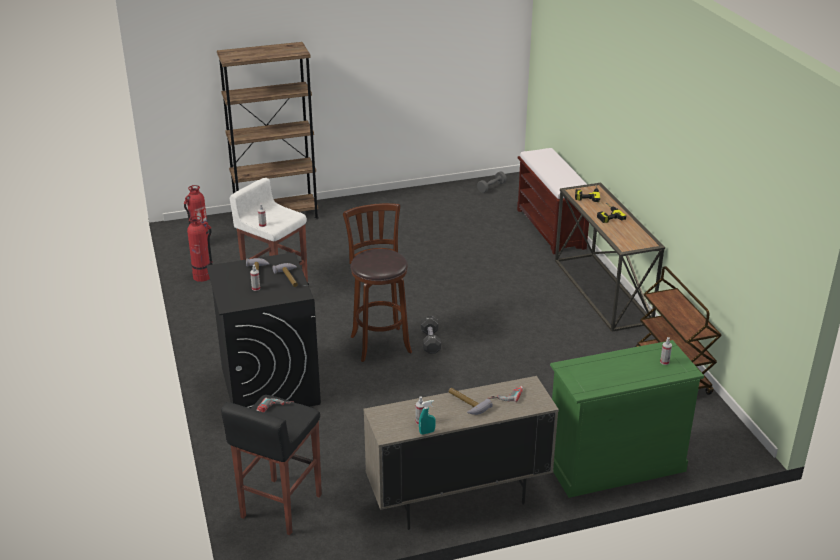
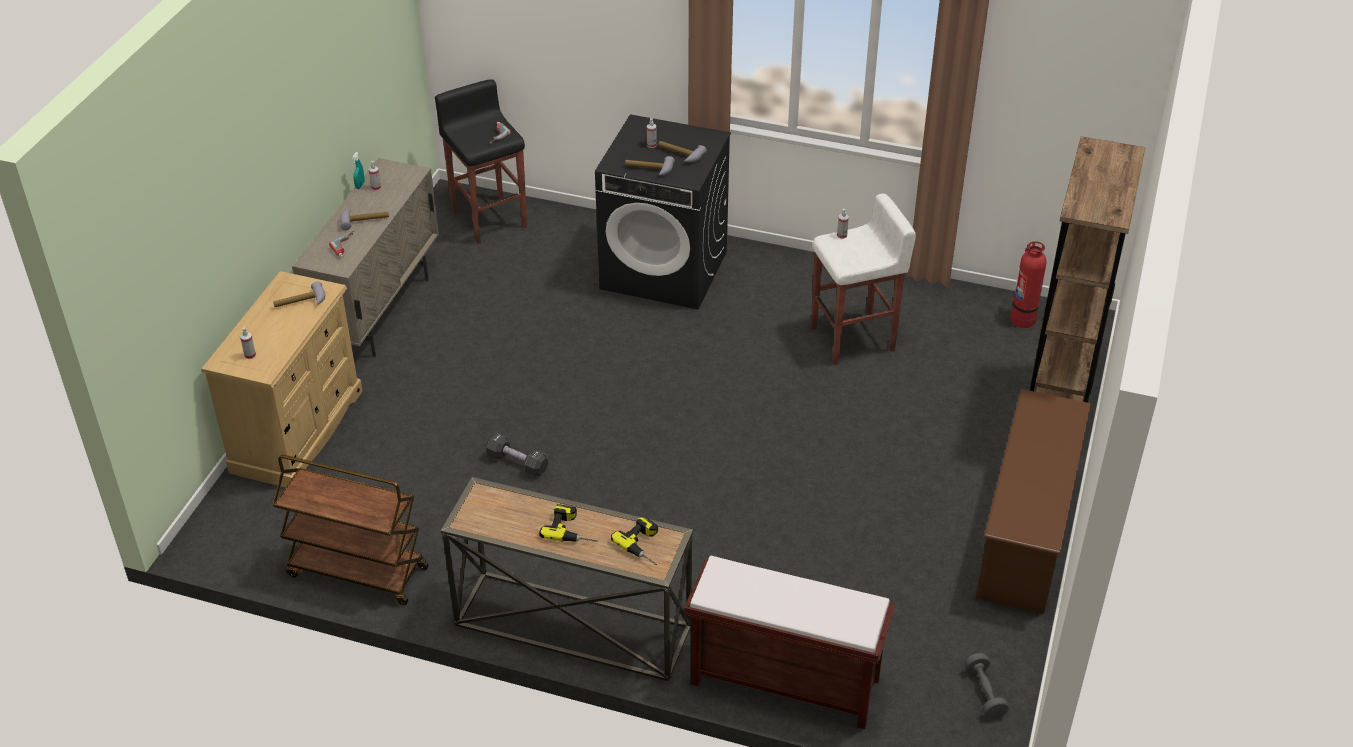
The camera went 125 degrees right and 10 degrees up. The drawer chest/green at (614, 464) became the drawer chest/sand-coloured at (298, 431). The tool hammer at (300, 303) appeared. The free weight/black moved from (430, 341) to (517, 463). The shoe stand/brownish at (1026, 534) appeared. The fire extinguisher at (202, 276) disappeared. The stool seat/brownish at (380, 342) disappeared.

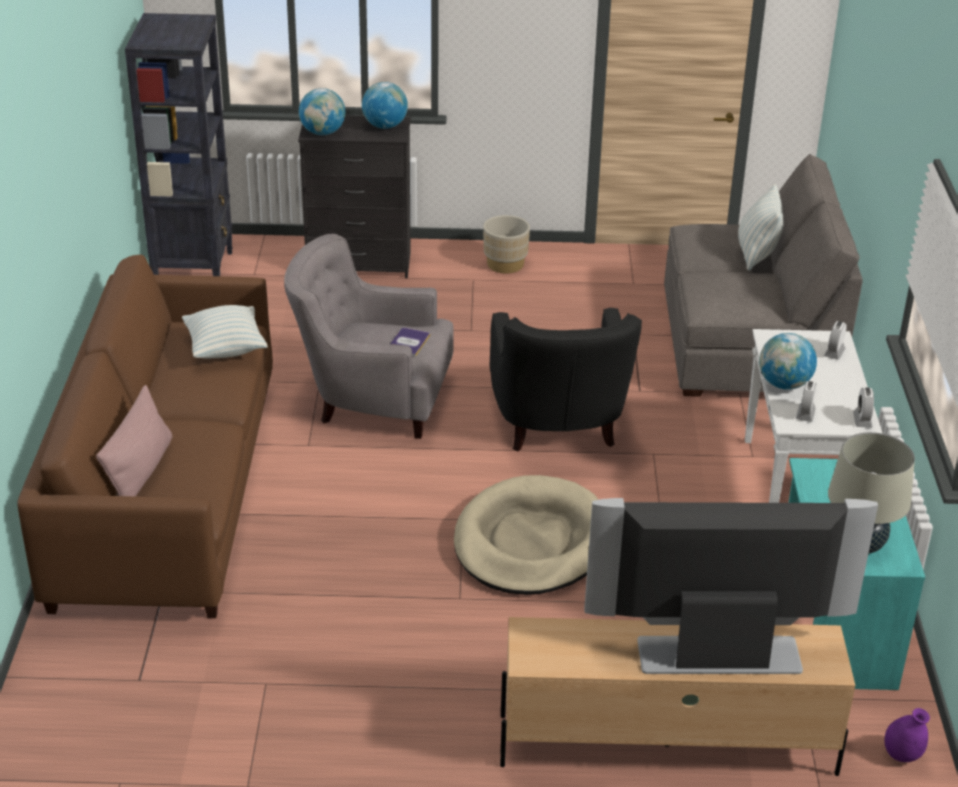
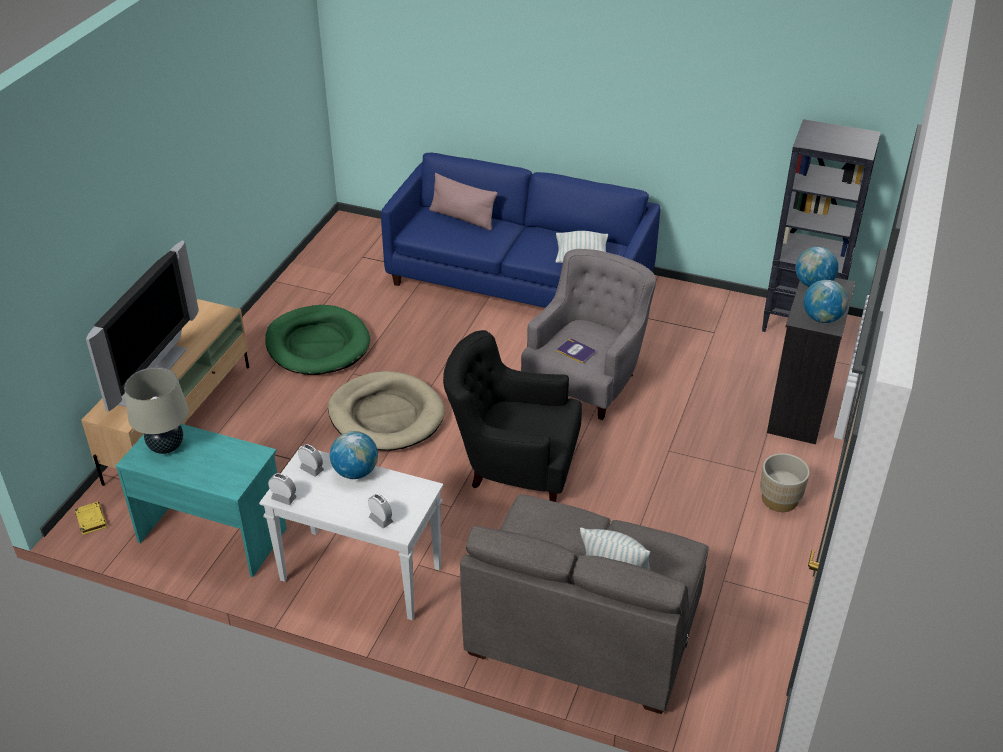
The camera went 110 degrees right and 5 degrees up. The vase/purple-coloured at (902, 755) was replaced by the book/yellowish at (91, 520). The pet bed/green at (317, 344) appeared. The couch/brownish at (168, 491) became the couch/bluish at (520, 282).

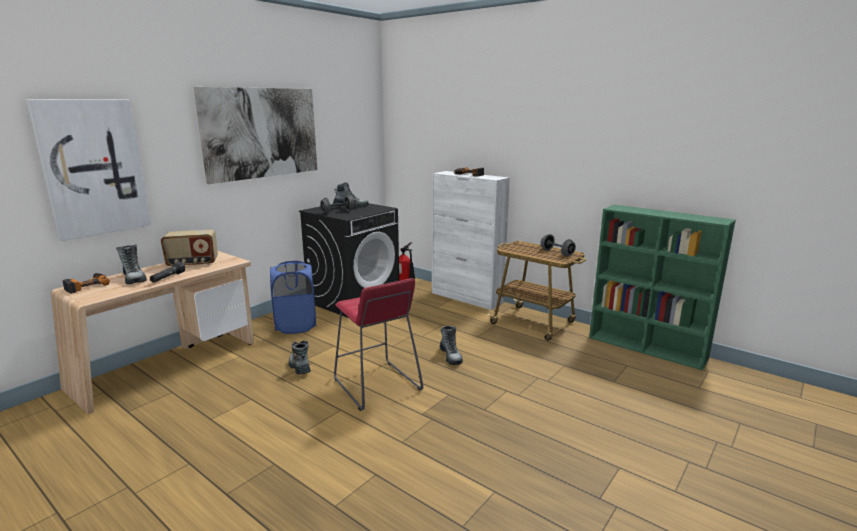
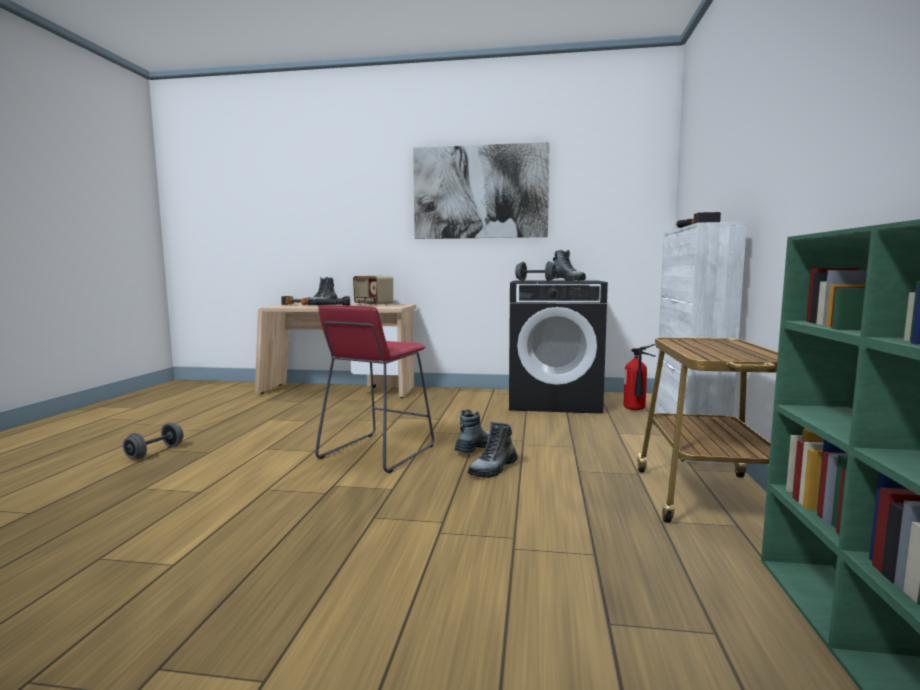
The camera went 60 degrees right and 10 degrees down. The free weight/gray moved from (557, 253) to (155, 452). The boot moved from (299, 367) to (474, 448). The wall art at (93, 168) disappeared. The hamper/bluish at (296, 325) disappeared.

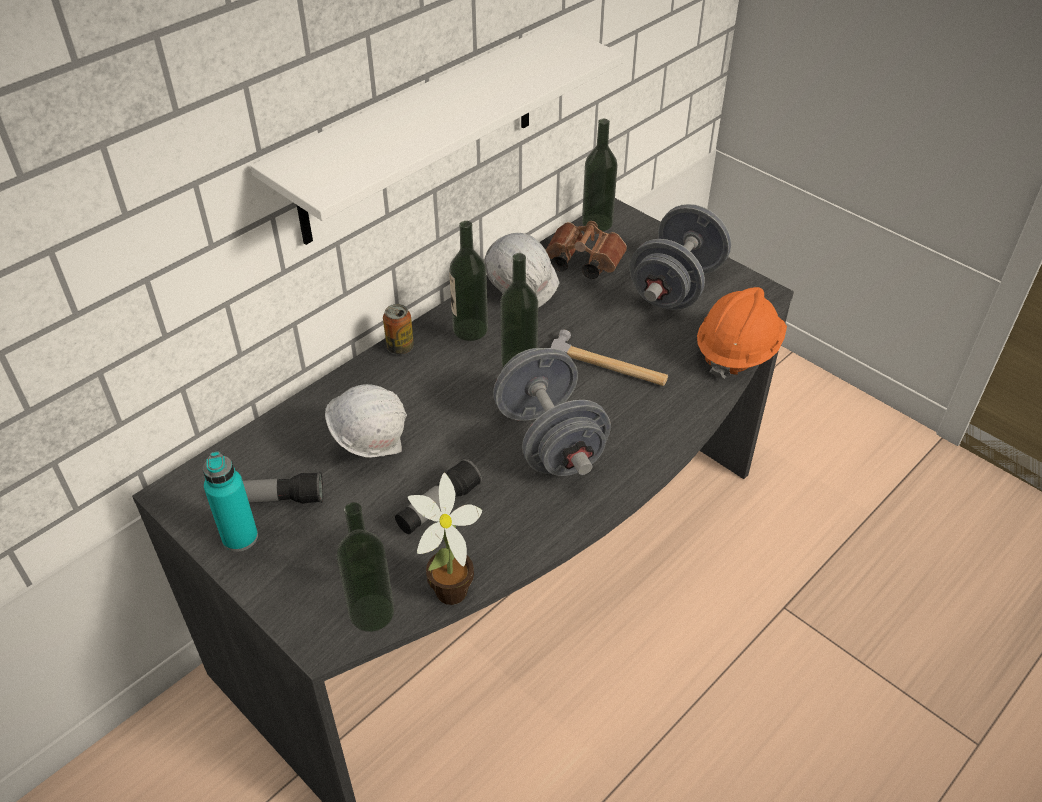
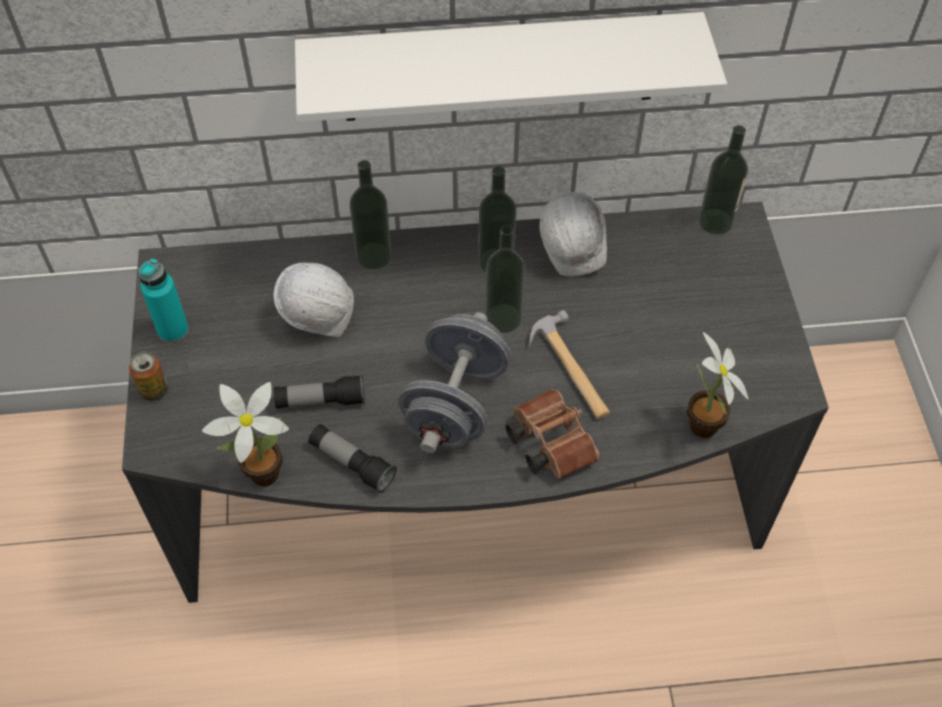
The camera went 40 degrees right and 10 degrees up. The can moved from (400, 347) to (154, 390). The torch moved from (276, 499) to (352, 463). The bottle moved from (371, 612) to (373, 255). The binoculars/brownish moved from (581, 262) to (548, 442). The safety helmet/orange-coloured at (737, 351) was replaced by the potted plant at (703, 430). The free weight/gray at (676, 287) disappeared.

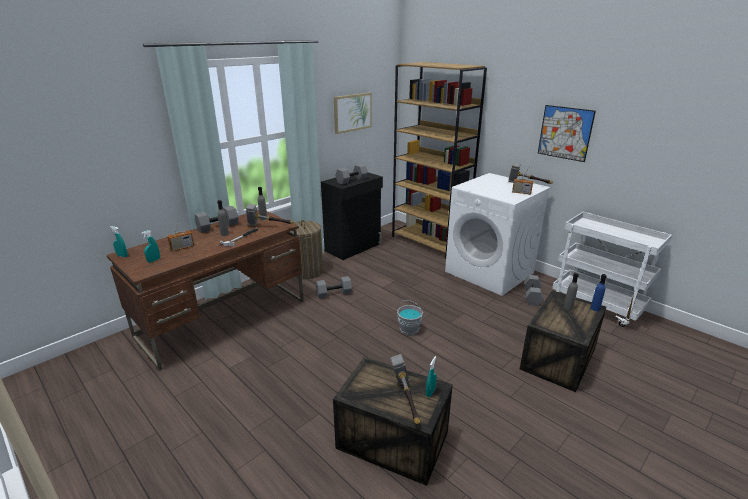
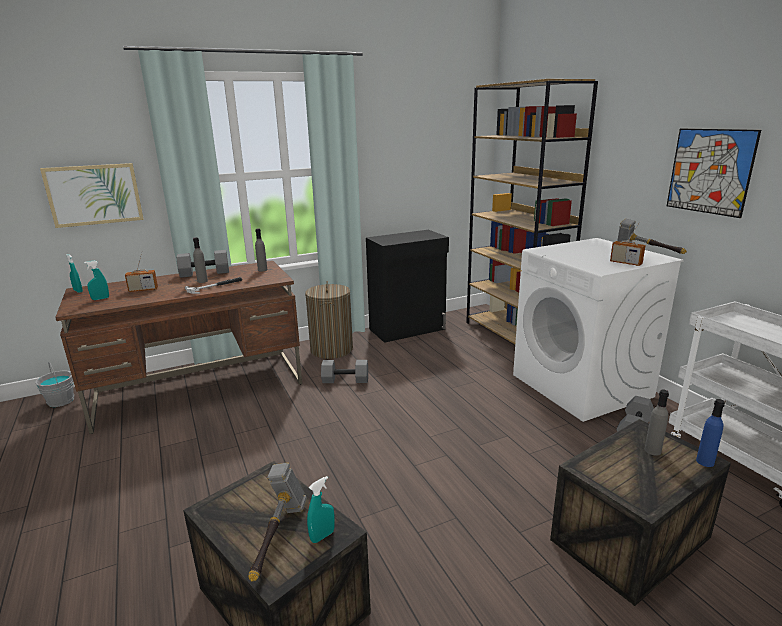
The camera went 20 degrees right and 5 degrees down. The water bucket/gray moved from (409, 329) to (61, 401). The wall art moved from (352, 112) to (94, 194). The tool hammer at (269, 227) disappeared. The free weight/gray at (351, 180) disappeared.

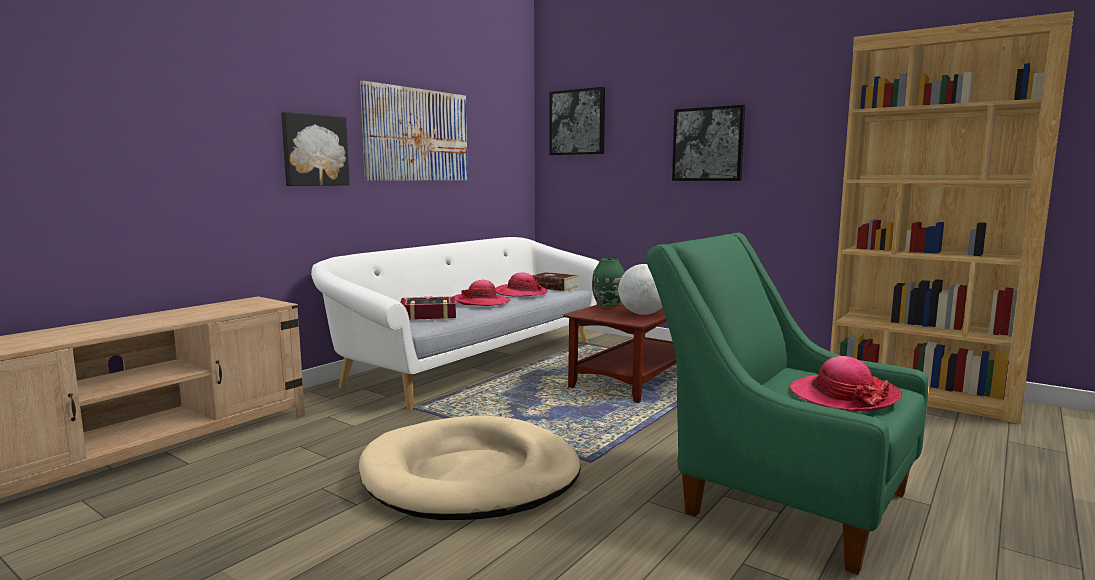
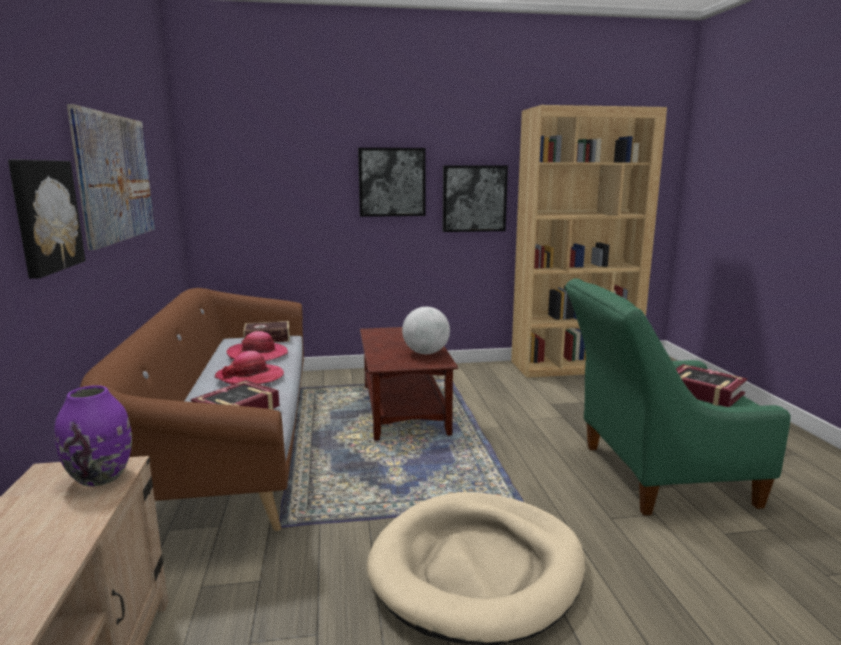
The camera went 45 degrees left and 5 degrees up. The vase/purple-coloured at (101, 477) appeared. The couch/whitish at (474, 361) became the couch/brownish at (231, 445). The wall art moved from (577, 122) to (474, 198). The clothing hat at (843, 396) was replaced by the book at (703, 392). The vase/green at (609, 306) disappeared.

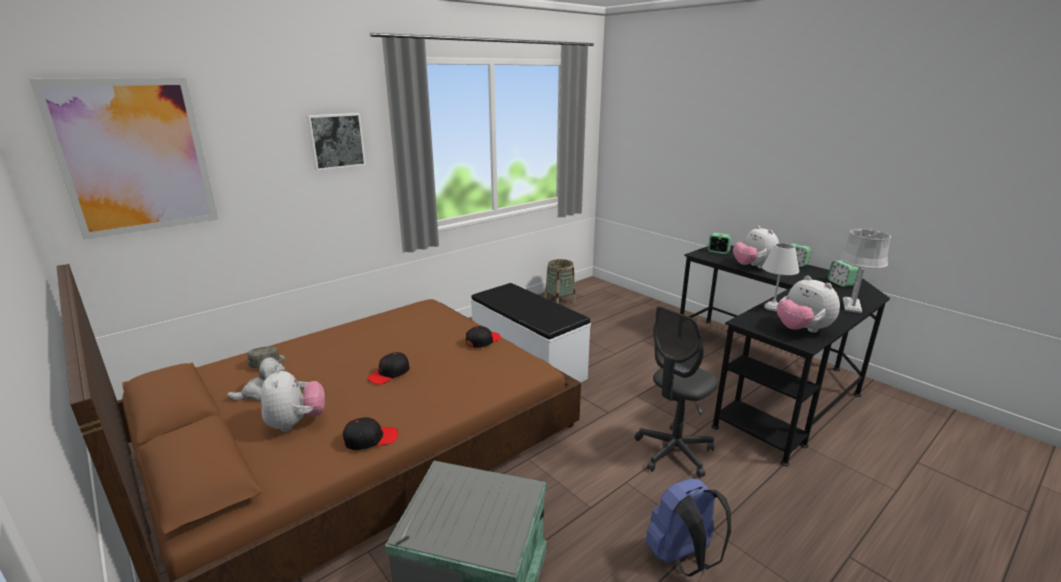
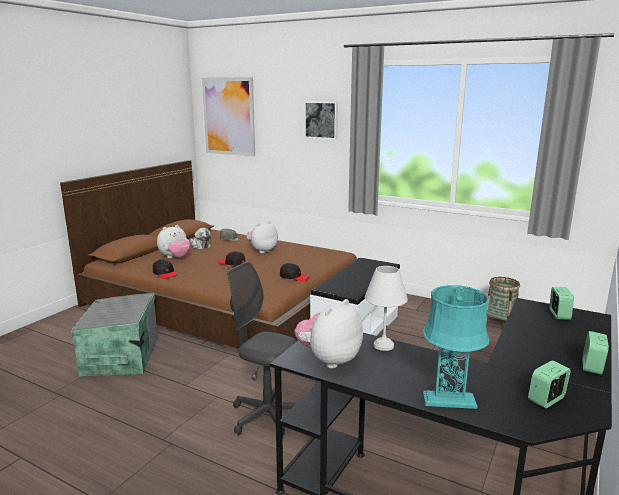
The camera went 70 degrees right and 5 degrees down. The plush toy moved from (753, 267) to (262, 251). The table lamp/gray at (851, 305) became the table lamp/blue-green at (449, 400). The backpack/bluish at (683, 558) disappeared.

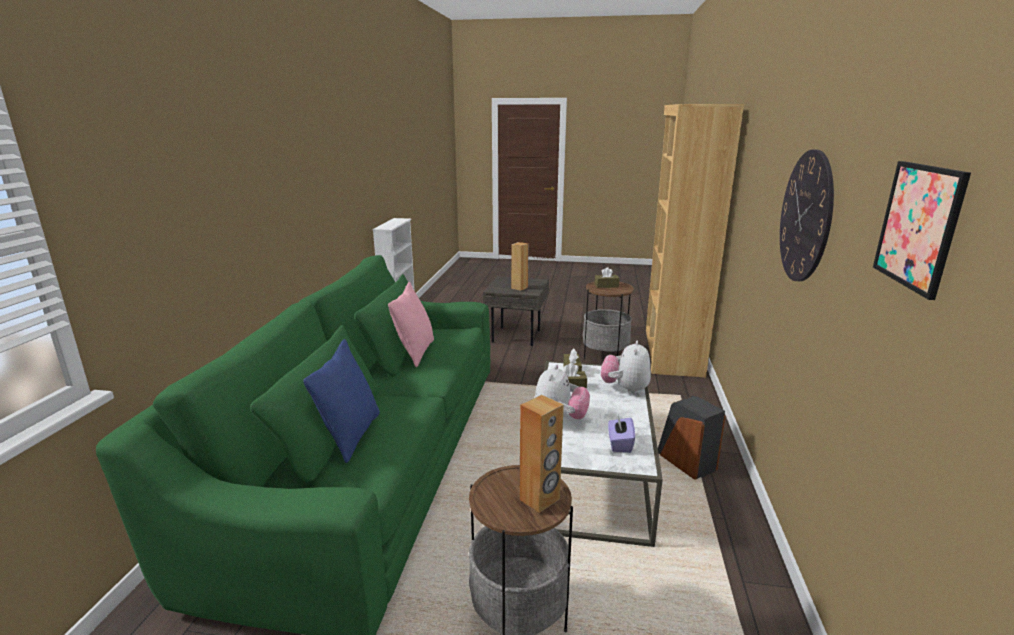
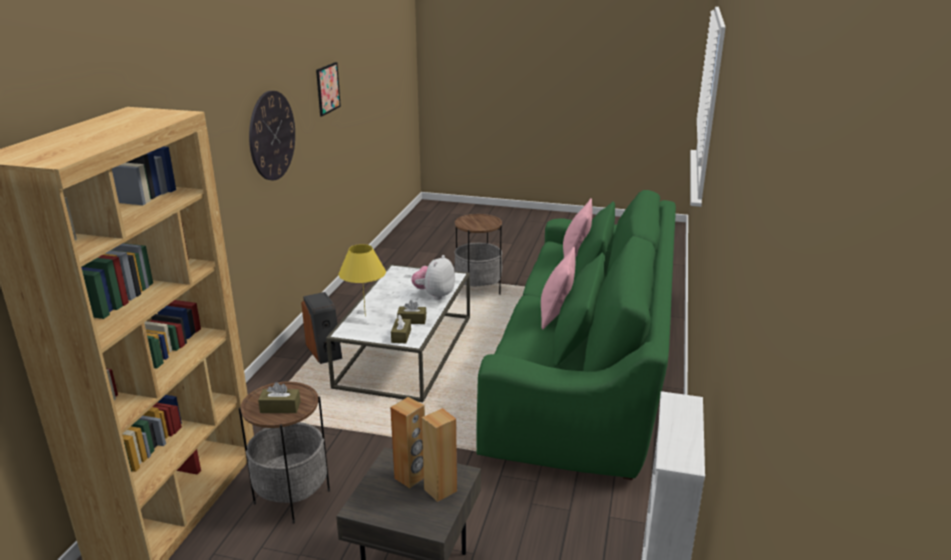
The camera went 175 degrees left and 5 degrees up. The plush toy at (625, 389) was replaced by the table lamp/yellowish at (365, 316). The loudspeaker/brownish moved from (540, 499) to (440, 490). The pillow/bluish at (351, 435) became the pillow/pink-coloured at (575, 256). The tissue holder/purple-coloured at (620, 444) disappeared.

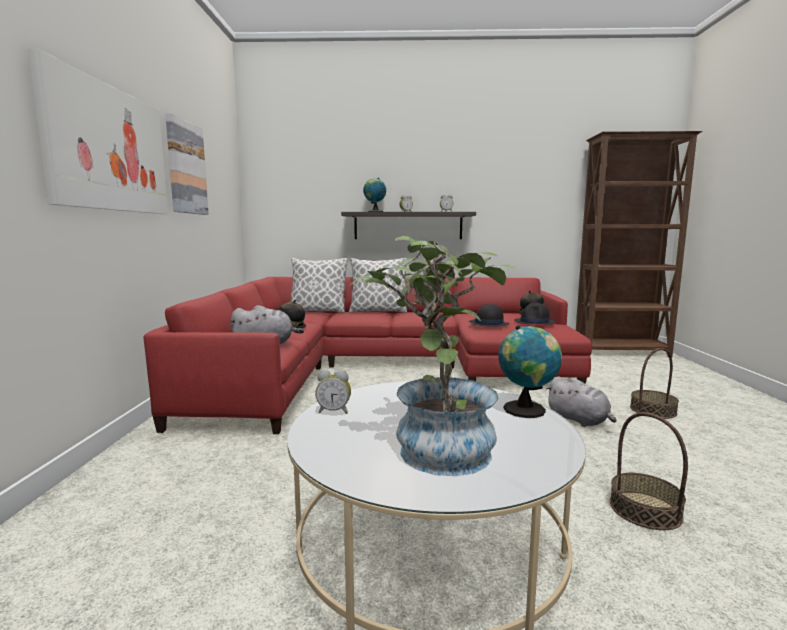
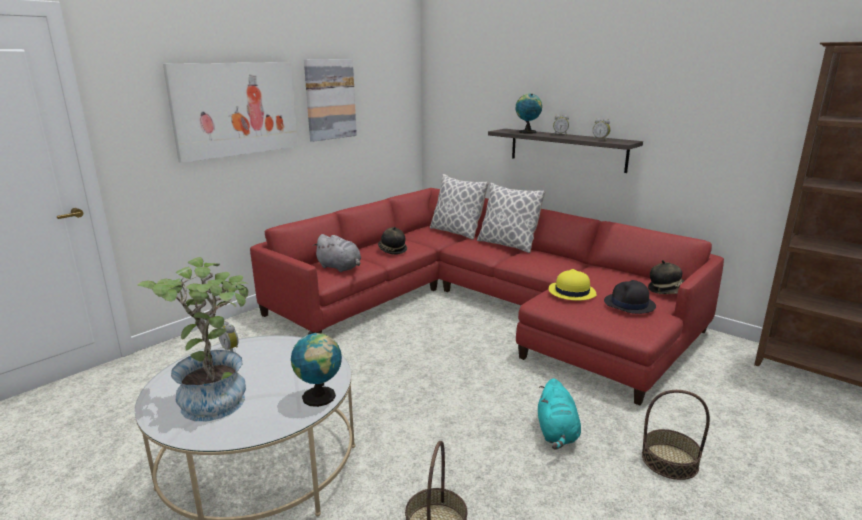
The camera went 40 degrees right and 10 degrees up. The plush toy/gray at (579, 420) became the plush toy/blue-green at (557, 433). The clothing hat/black at (488, 323) became the clothing hat/yellowish at (571, 292).

